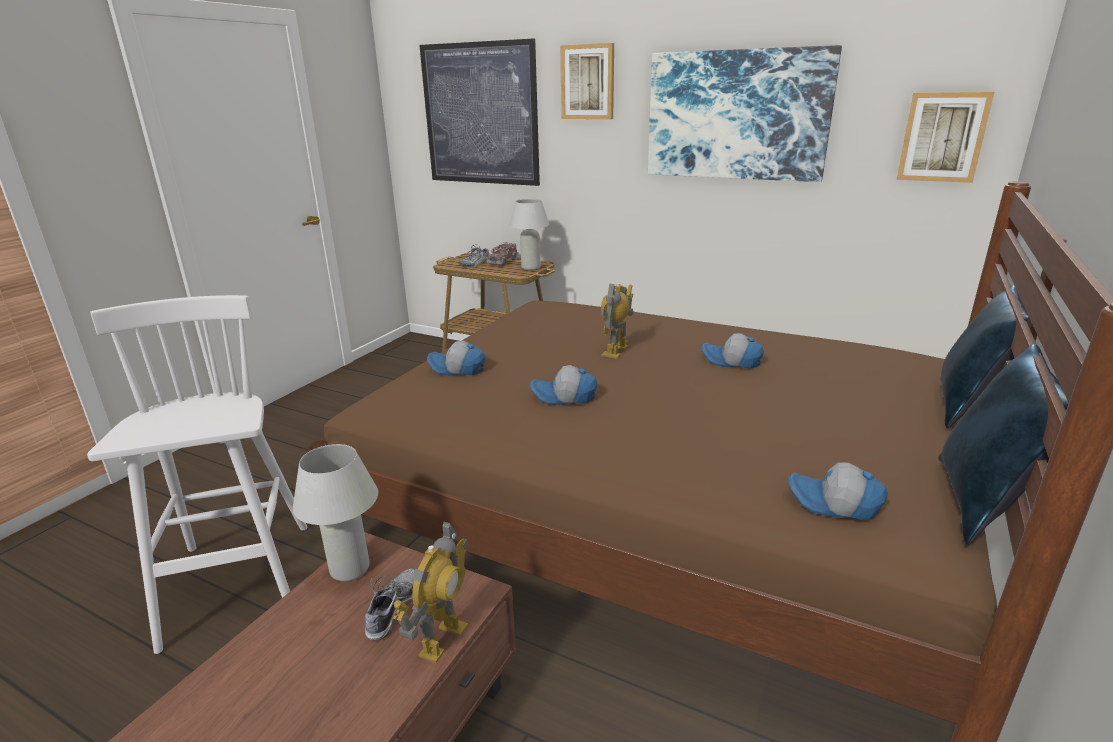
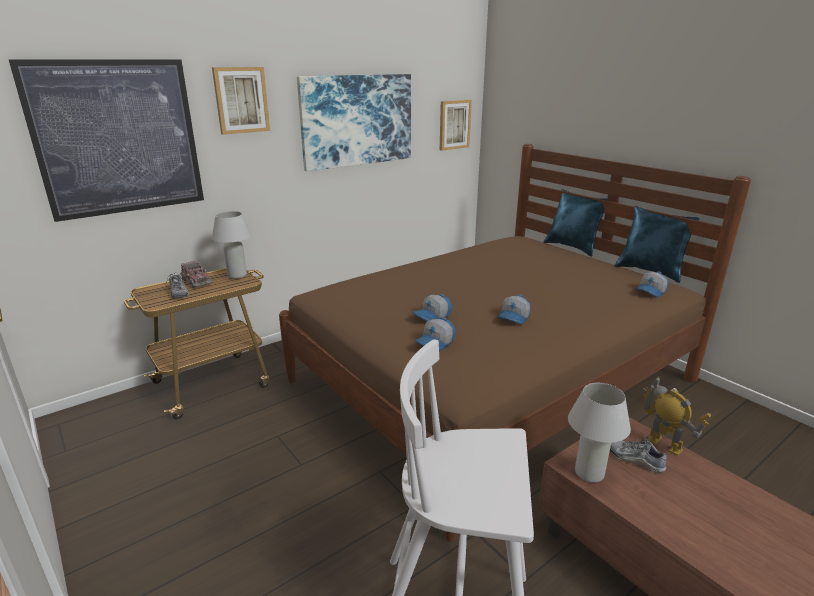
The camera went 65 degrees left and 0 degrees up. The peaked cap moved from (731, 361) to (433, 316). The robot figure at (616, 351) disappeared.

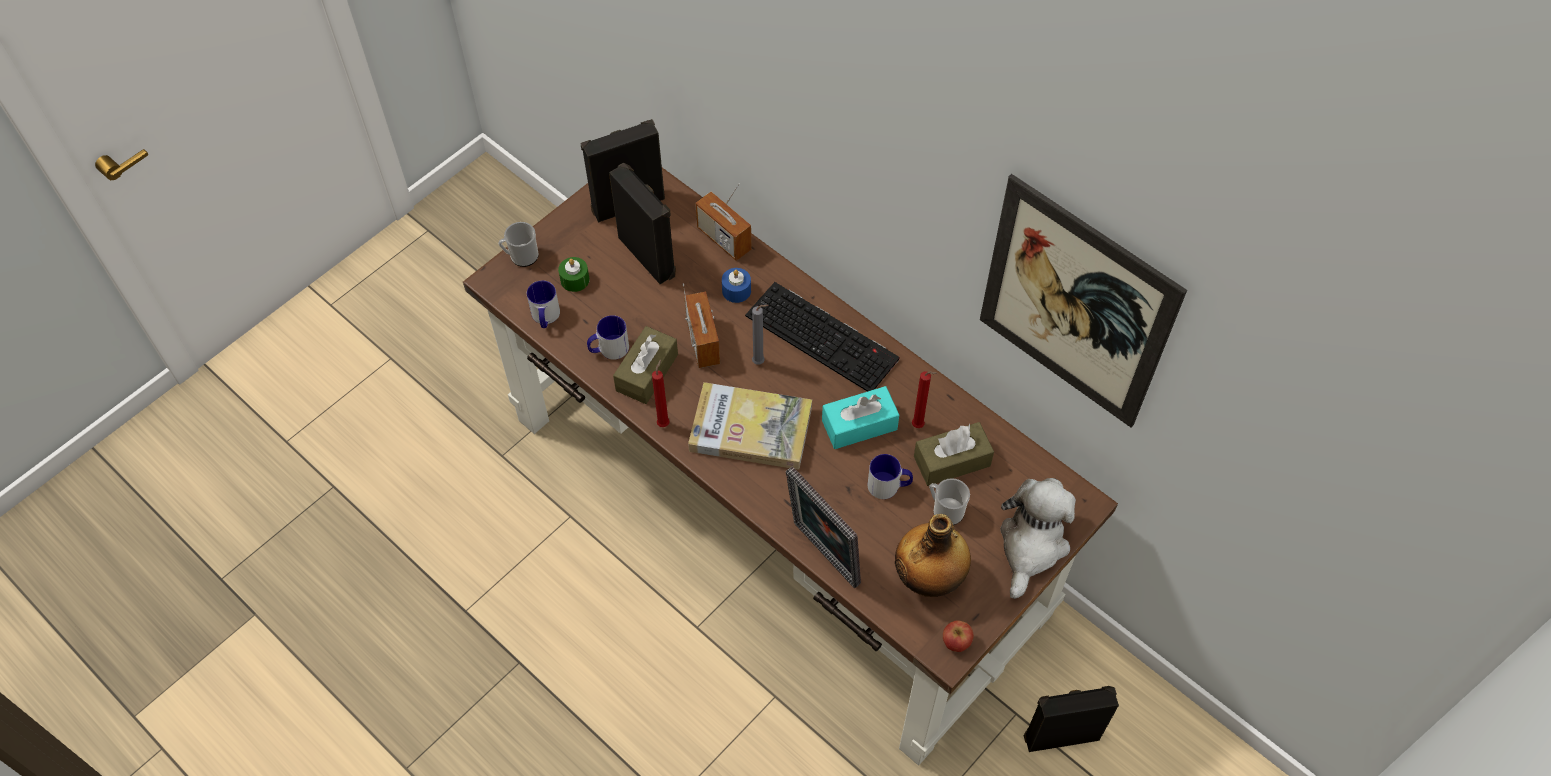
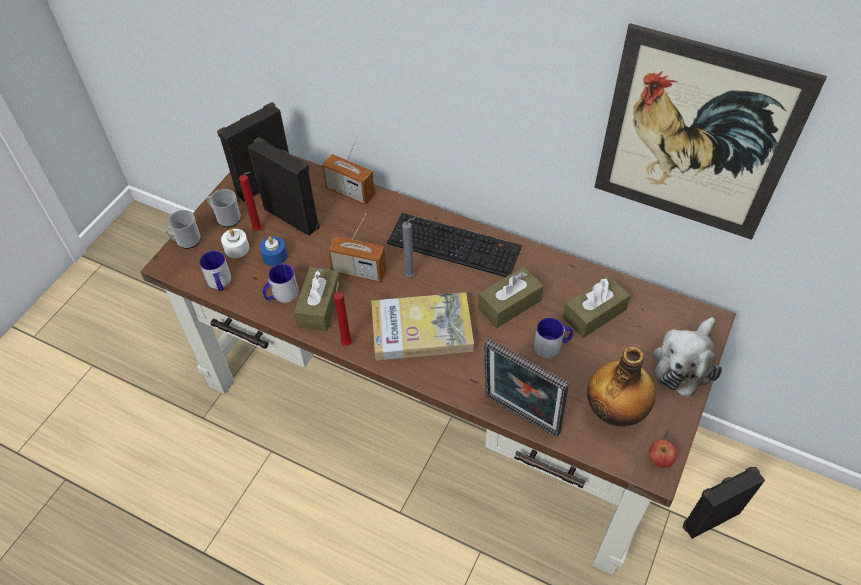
The camera went 15 degrees left and 5 degrees down. The tea mug moved from (945, 510) to (226, 218). The wax light/green at (575, 280) became the wax light/whitish at (237, 248). The wax light/reddish moved from (919, 426) to (259, 230). The wax light/bluish moved from (736, 290) to (274, 256). The radio receiver at (703, 342) turned 135 degrees clockwise. The tissue holder/blue-green at (859, 425) became the tissue holder/brownish at (509, 304). The plush toy at (1031, 545) turned 150 degrees counterclockwise.

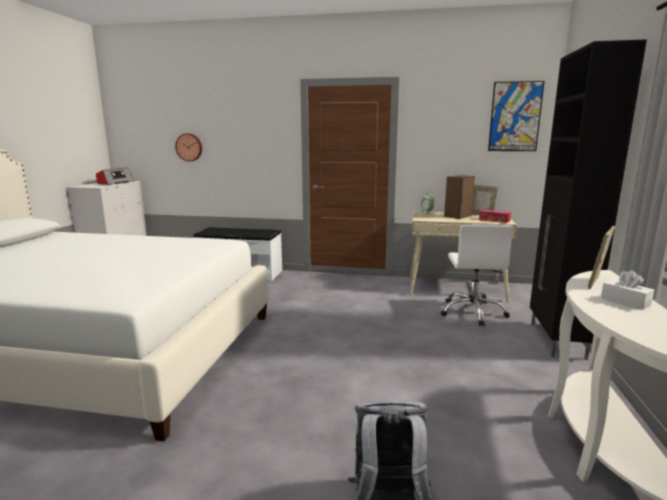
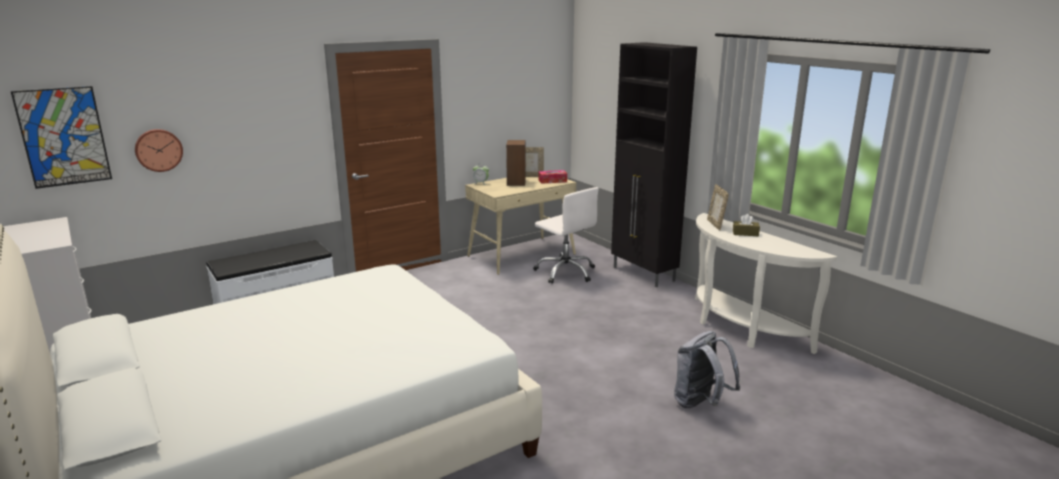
The camera went 45 degrees left and 5 degrees up. The wall art moved from (515, 117) to (63, 137). The tissue holder/whitish at (625, 301) became the tissue holder/brownish at (745, 233). The radio receiver at (115, 183) disappeared.

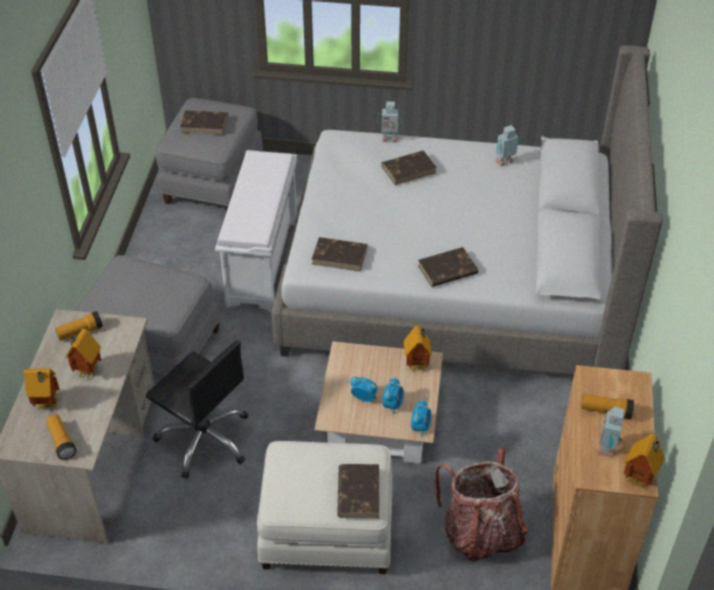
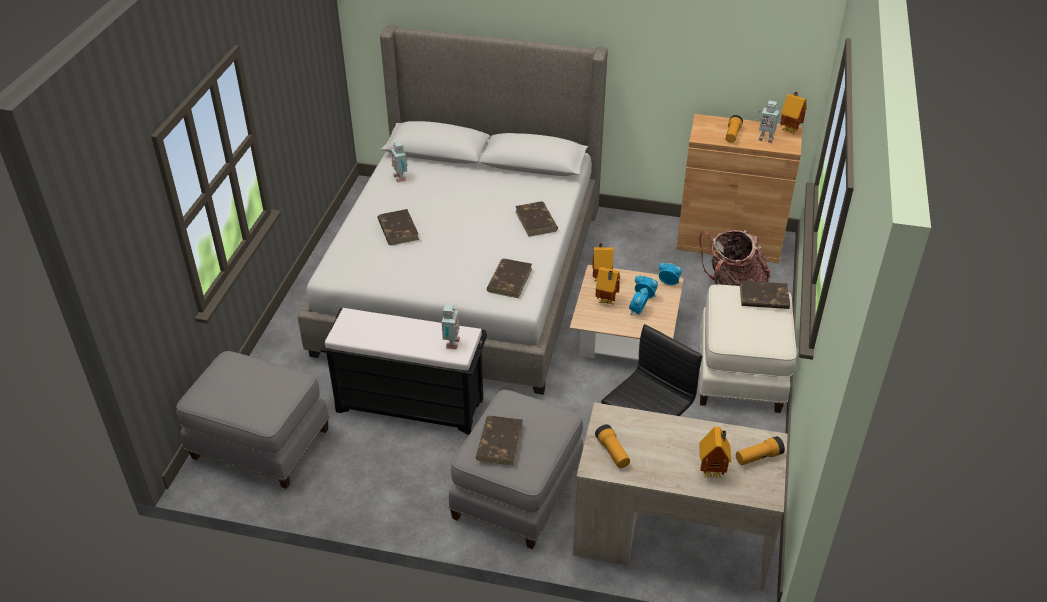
The camera went 85 degrees left and 5 degrees down. The bench/whitish at (263, 264) became the bench/black at (411, 404). The robot figure moved from (389, 138) to (451, 344). The book/brownish moved from (204, 124) to (500, 442). The toy house moved from (86, 371) to (606, 302).

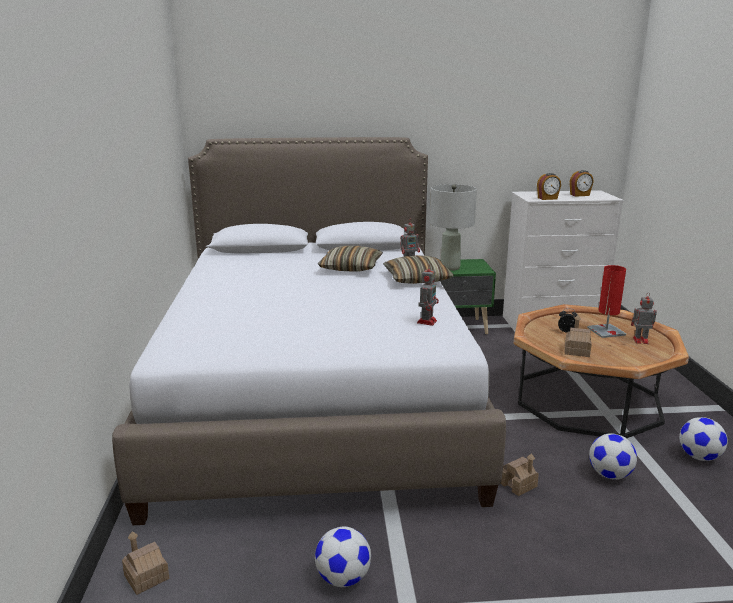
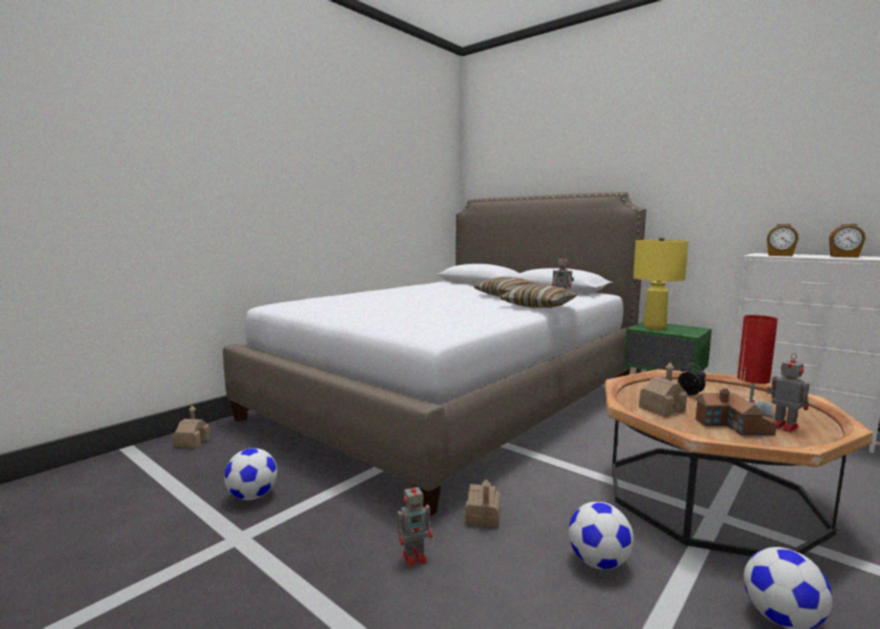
The camera went 45 degrees right and 10 degrees down. The robot figure moved from (427, 321) to (415, 557). The table lamp/gray at (450, 267) became the table lamp/yellowish at (655, 327). The toy house at (733, 426) appeared.

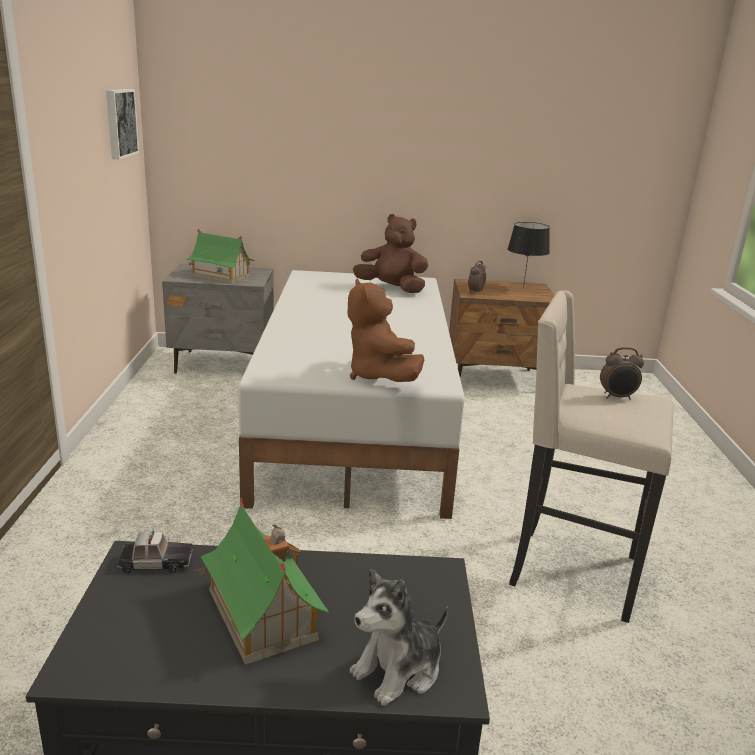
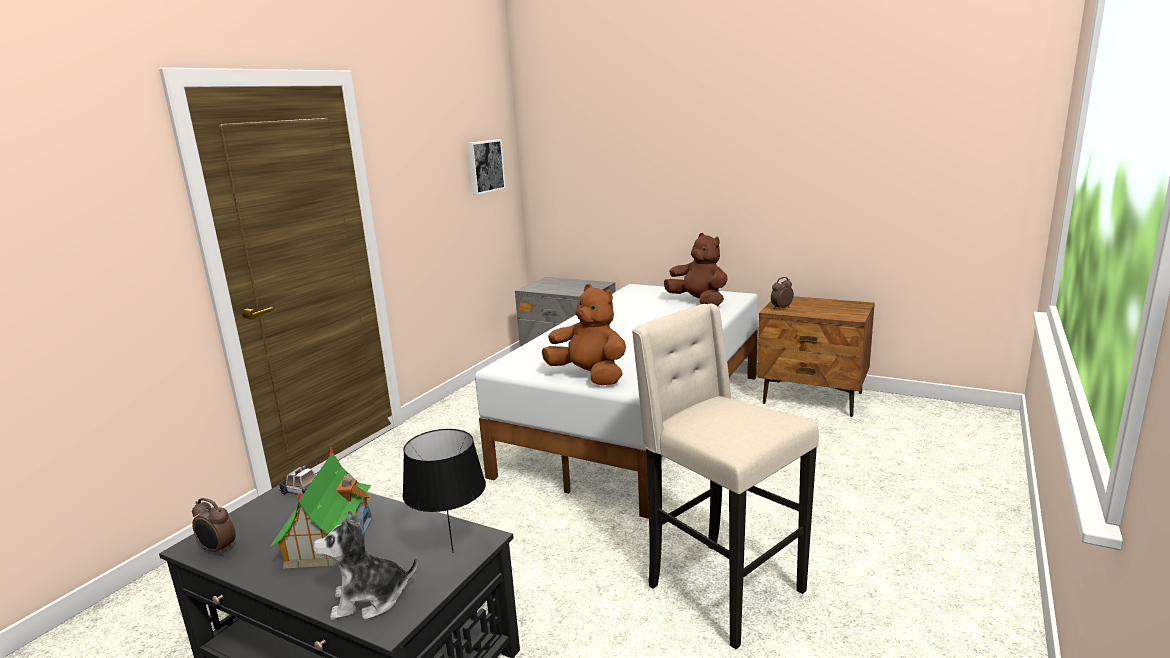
The camera went 30 degrees right and 5 degrees down. The alarm clock moved from (617, 397) to (218, 550). The table lamp/black moved from (523, 287) to (451, 552). The plush toy/brownish at (379, 376) turned 120 degrees clockwise. The toy house at (220, 276) disappeared.

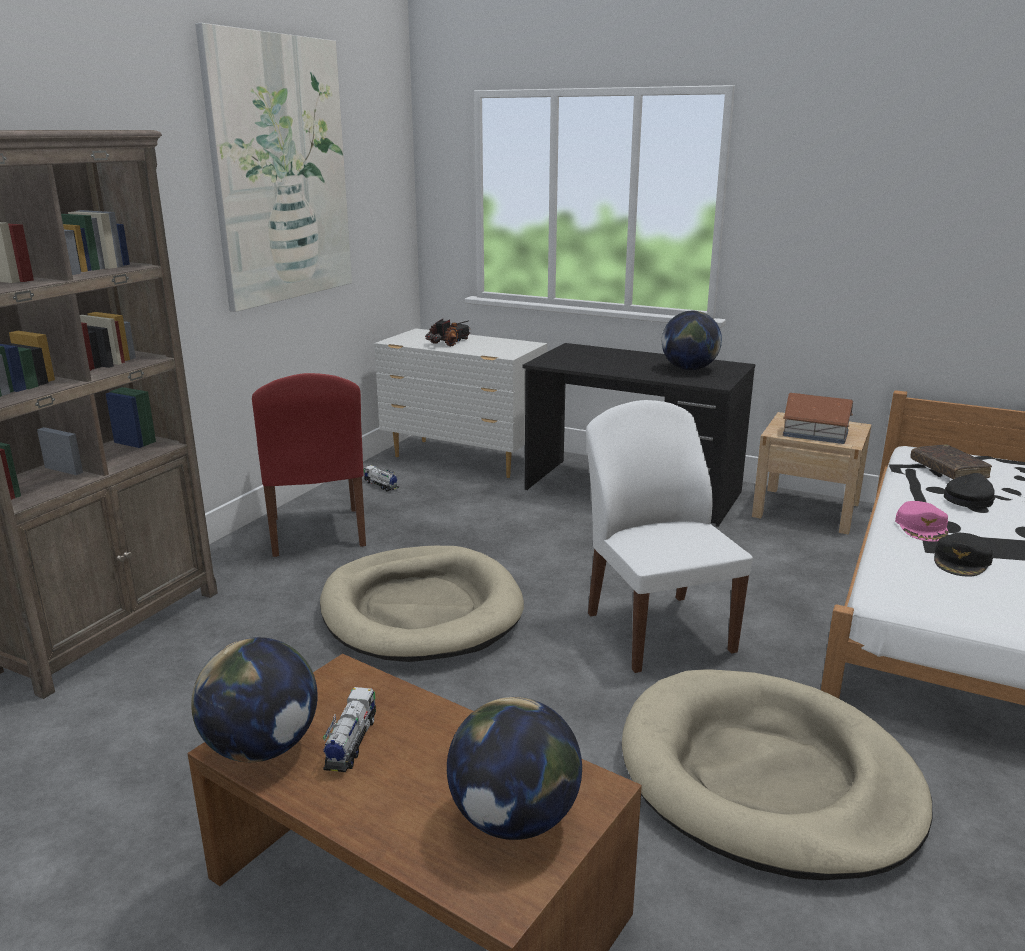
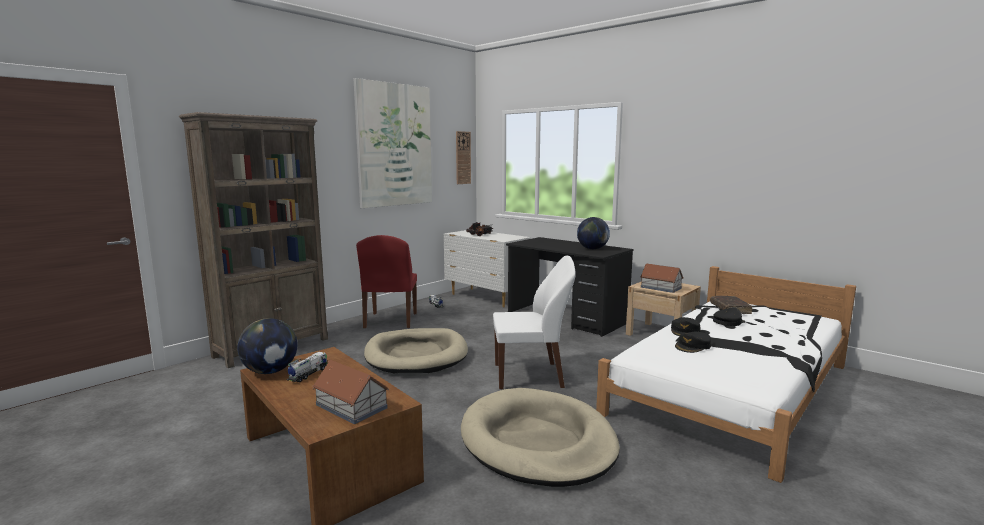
The camera went 15 degrees right and 10 degrees down. The desk globe at (514, 820) was replaced by the toy house at (351, 407). The hanging clock at (463, 158) appeared. The upright chair/whitish at (658, 630) turned 90 degrees clockwise. The peaked cap/pink-coloured at (922, 527) became the peaked cap/black at (685, 331).

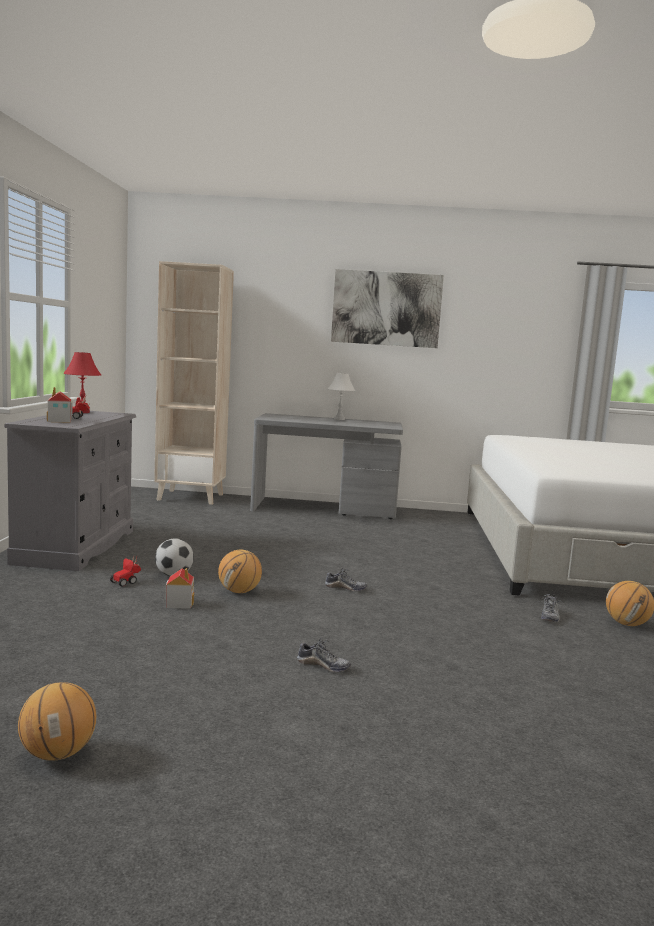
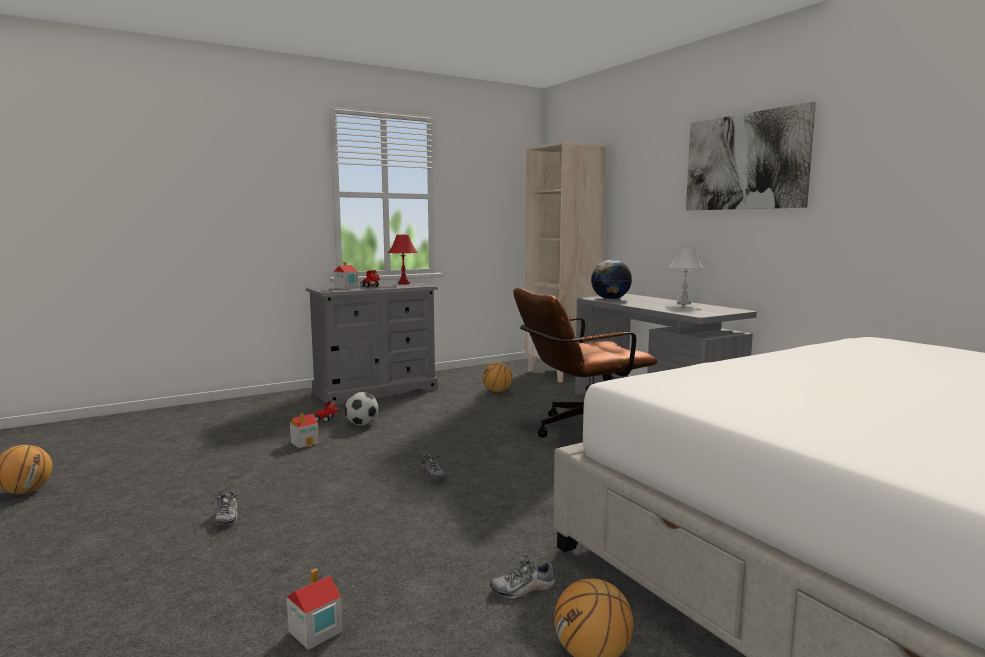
The camera went 55 degrees right and 0 degrees up. The toy house at (315, 632) appeared. The ball for basketball moved from (239, 592) to (497, 391). The desk chair/brownish at (580, 432) appeared. The desk globe at (610, 299) appeared.

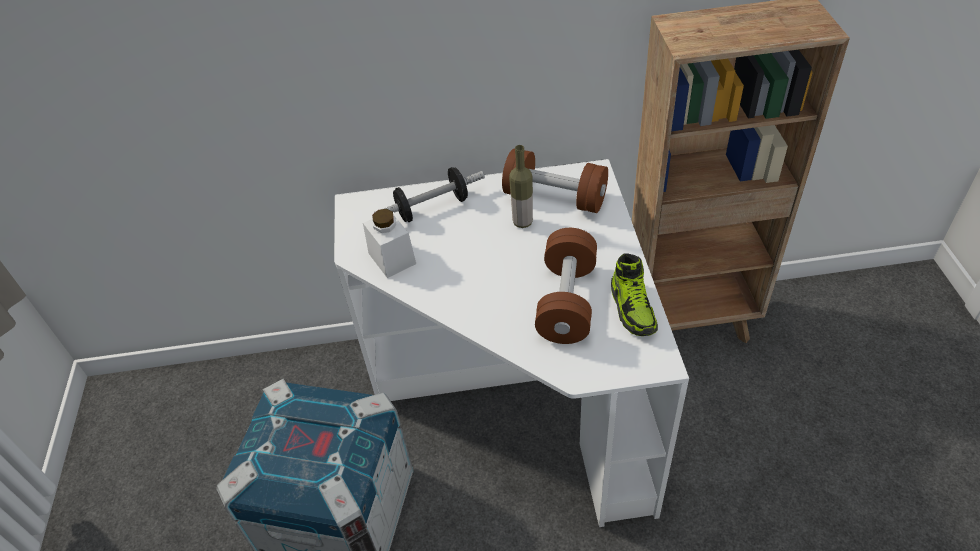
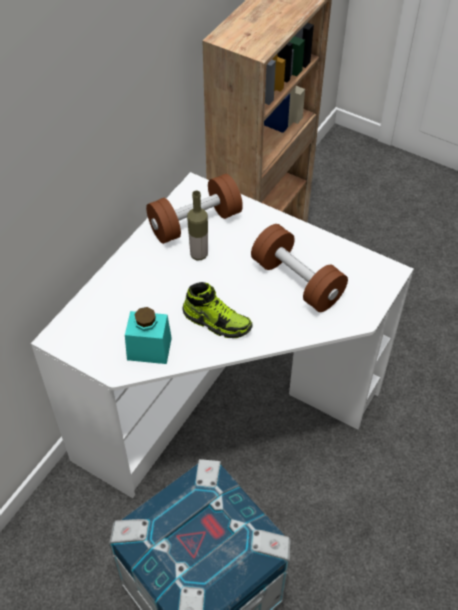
The camera went 55 degrees left and 5 degrees up. The storage jar/whitish at (392, 258) became the storage jar/blue-green at (149, 349). The low shoe moved from (632, 308) to (217, 321). The free weight at (432, 208) disappeared.

